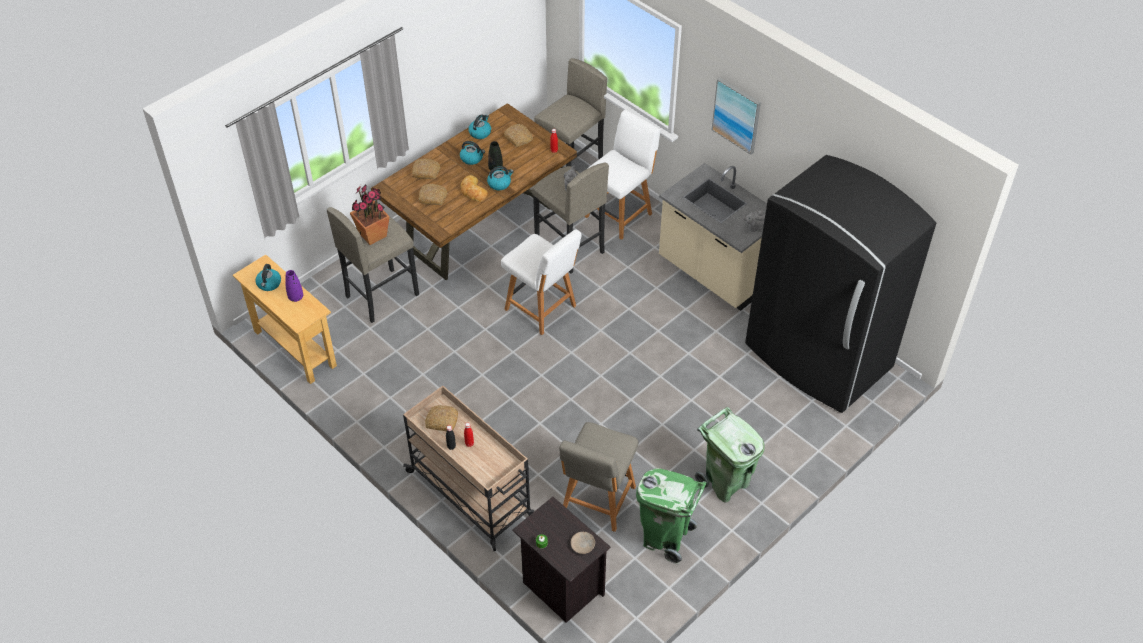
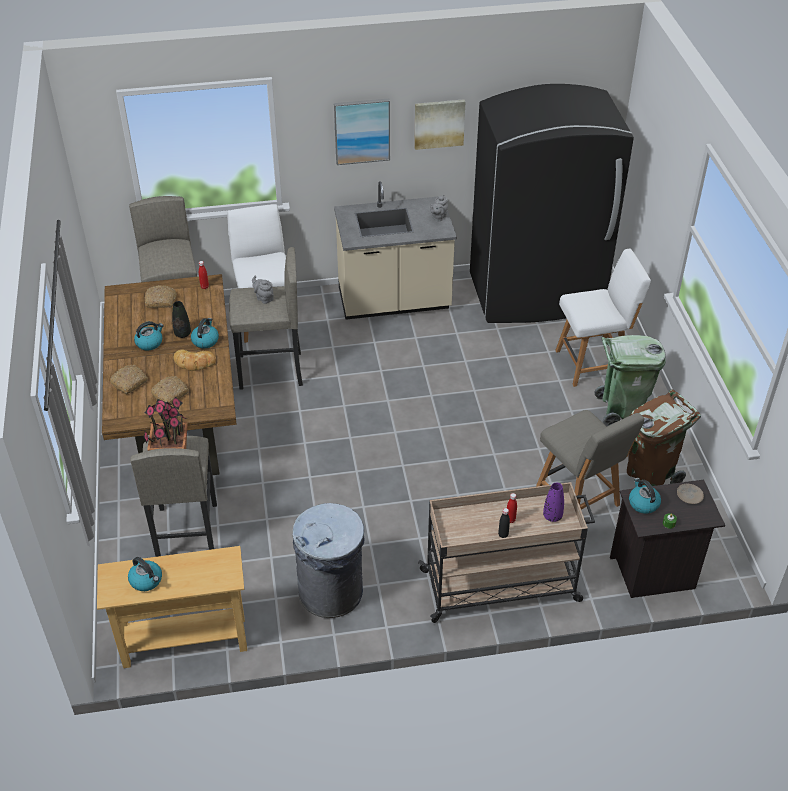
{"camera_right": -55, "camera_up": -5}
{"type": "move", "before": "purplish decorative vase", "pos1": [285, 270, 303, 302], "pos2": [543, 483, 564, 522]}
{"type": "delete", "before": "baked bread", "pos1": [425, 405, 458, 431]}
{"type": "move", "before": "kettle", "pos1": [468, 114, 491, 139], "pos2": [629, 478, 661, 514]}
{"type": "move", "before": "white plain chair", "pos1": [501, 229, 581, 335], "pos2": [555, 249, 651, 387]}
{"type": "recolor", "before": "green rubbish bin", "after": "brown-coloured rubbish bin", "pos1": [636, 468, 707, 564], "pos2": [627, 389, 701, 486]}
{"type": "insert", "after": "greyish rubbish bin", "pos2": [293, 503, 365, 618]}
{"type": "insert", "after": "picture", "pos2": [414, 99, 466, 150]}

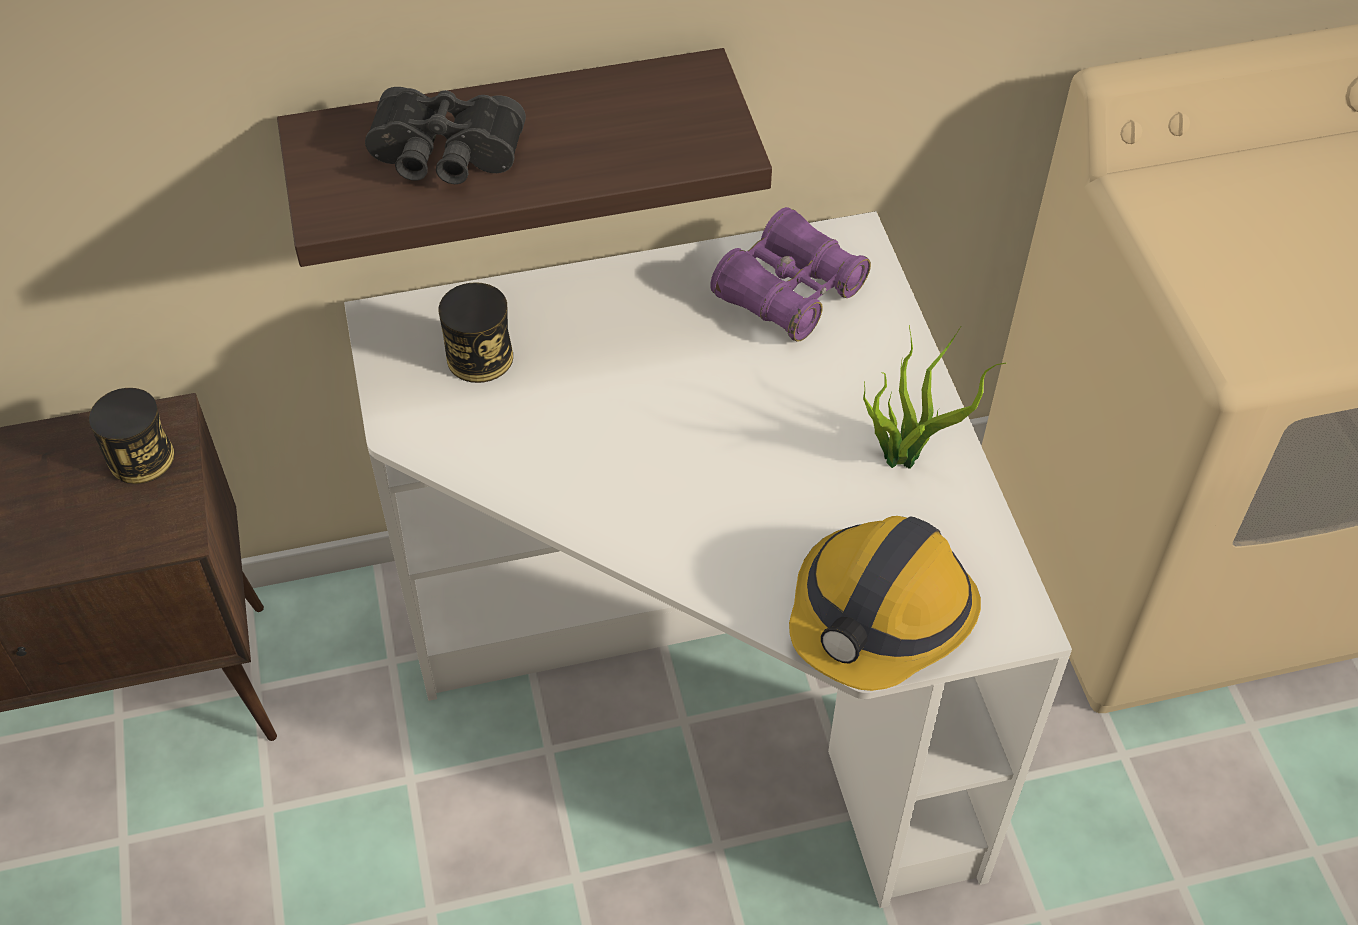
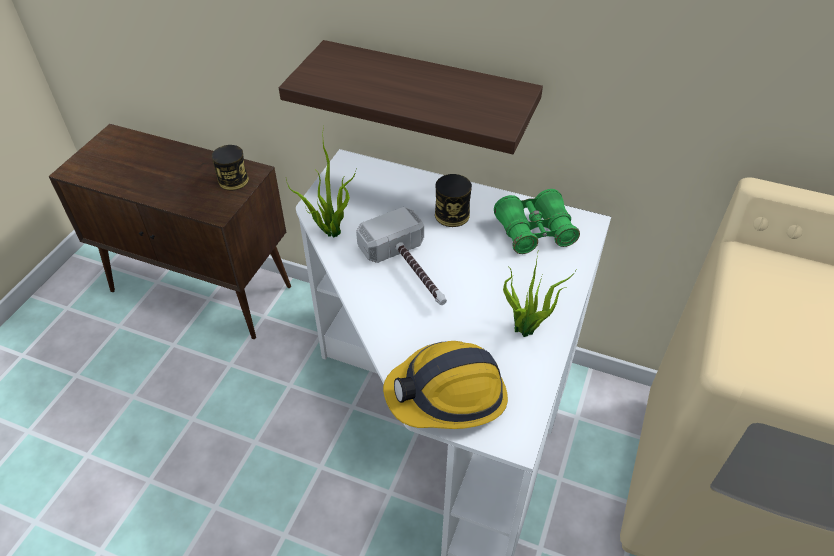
{"camera_right": 35, "camera_up": -5}
{"type": "delete", "before": "blackish binoculars", "pos1": [365, 87, 526, 184]}
{"type": "move", "before": "can", "pos1": [439, 282, 513, 383], "pos2": [435, 174, 472, 227]}
{"type": "recolor", "before": "purplish binoculars", "after": "green binoculars", "pos1": [710, 207, 871, 341], "pos2": [494, 189, 580, 254]}
{"type": "insert", "after": "potted plant", "pos2": [286, 125, 356, 238]}
{"type": "insert", "after": "hand hammer", "pos2": [356, 207, 447, 305]}

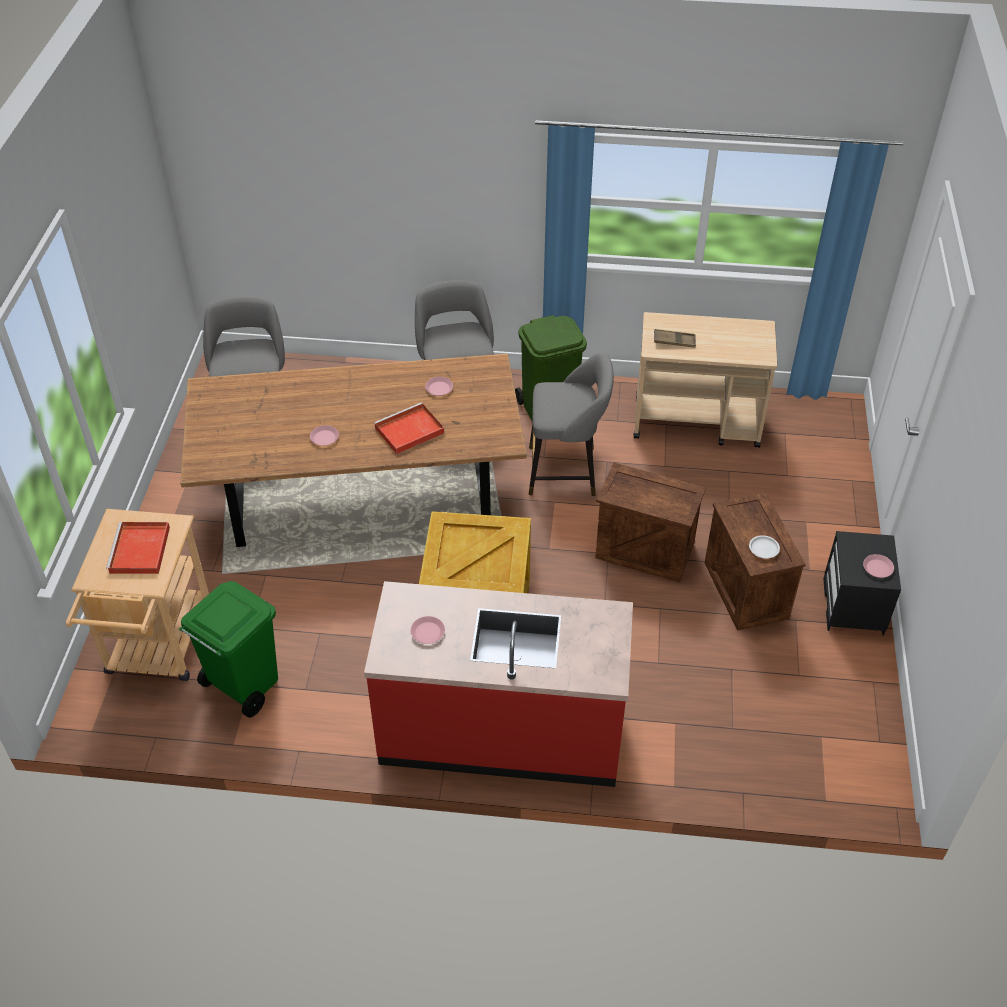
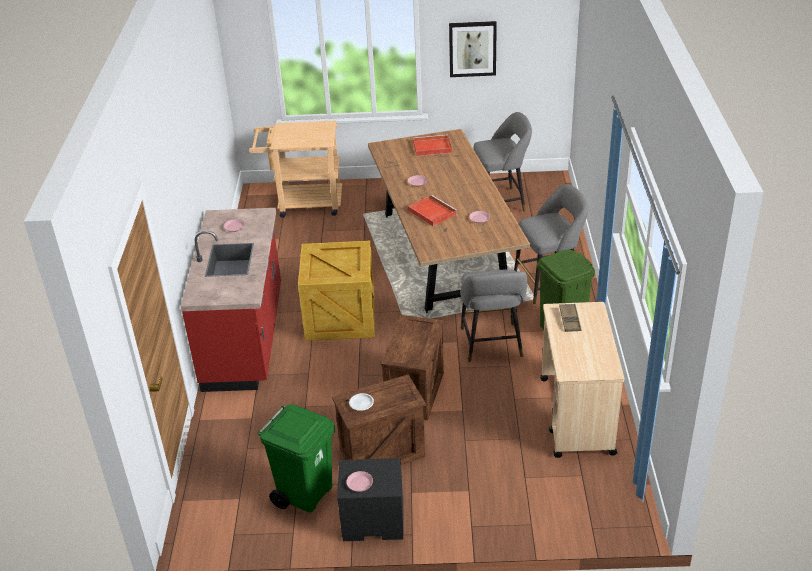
{"camera_right": 85, "camera_up": -10}
{"type": "move", "before": "red-coloured serving tray", "pos1": [106, 522, 170, 574], "pos2": [413, 134, 452, 156]}
{"type": "move", "before": "green rubbish bin", "pos1": [179, 581, 278, 718], "pos2": [258, 404, 335, 513]}
{"type": "insert", "after": "picture", "pos2": [449, 21, 497, 77]}

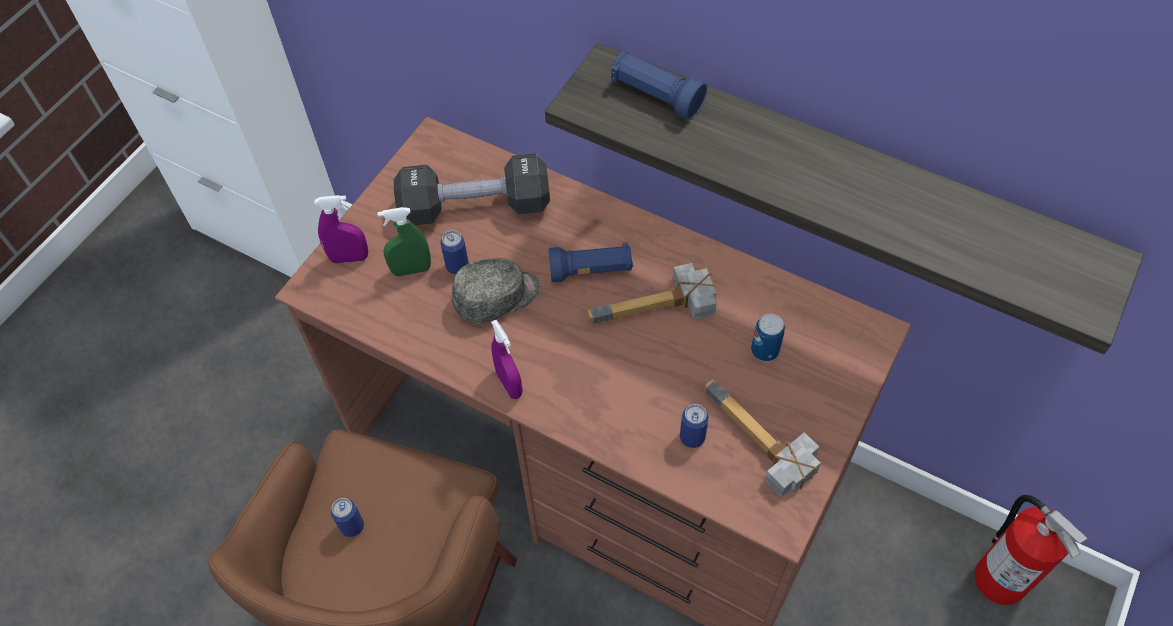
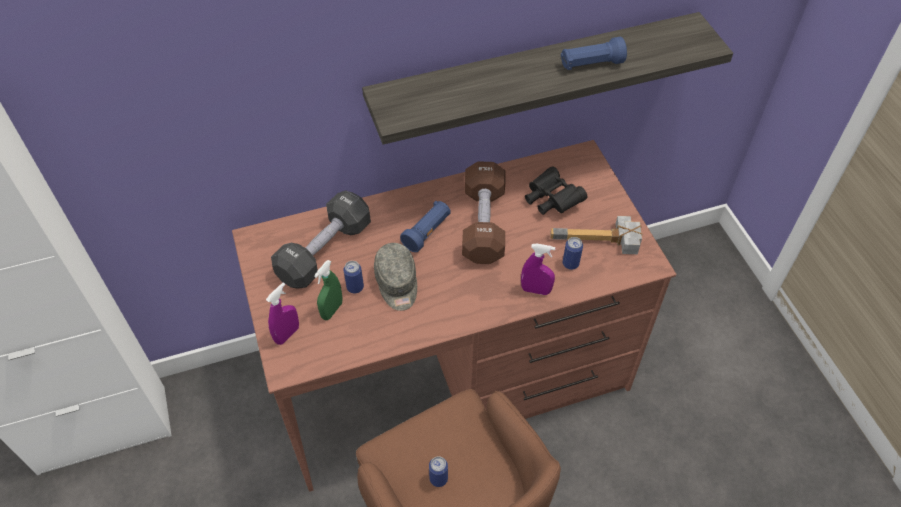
{"camera_right": -50, "camera_up": -5}
{"type": "rotate", "before": "greyish baseball cap", "pos1": [452, 258, 540, 323], "pos2": [374, 243, 417, 311], "turn": 150}
{"type": "move", "before": "purplish hand sprayer", "pos1": [491, 320, 523, 399], "pos2": [521, 244, 555, 295]}
{"type": "replace", "before": "hand hammer", "after": "brown-coloured free weight", "pos1": [587, 263, 717, 324], "pos2": [462, 161, 505, 264]}
{"type": "move", "before": "bluish torch", "pos1": [611, 51, 707, 120], "pos2": [561, 37, 627, 70]}
{"type": "replace", "before": "can", "after": "blackish binoculars", "pos1": [751, 313, 785, 362], "pos2": [525, 166, 587, 215]}
{"type": "delete", "before": "fire extinguisher", "pos1": [975, 495, 1087, 605]}

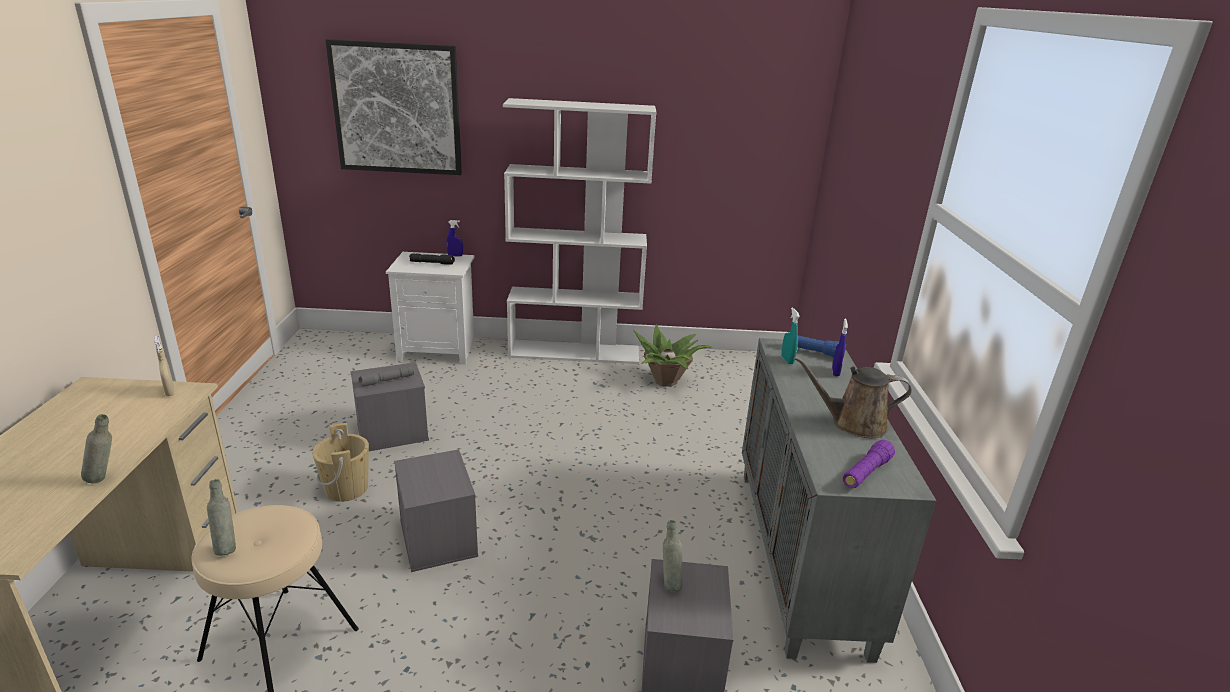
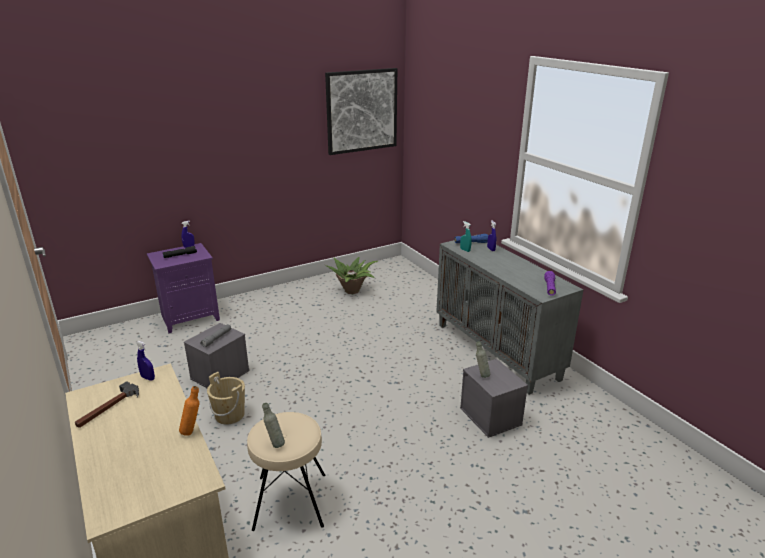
{"camera_right": -30, "camera_up": 0}
{"type": "recolor", "before": "greyish bottle", "after": "orange bottle", "pos1": [81, 414, 112, 483], "pos2": [179, 386, 199, 436]}
{"type": "recolor", "before": "beige hand sprayer", "after": "bluish hand sprayer", "pos1": [154, 336, 174, 396], "pos2": [136, 341, 155, 381]}
{"type": "move", "before": "picture", "pos1": [325, 39, 462, 175], "pos2": [325, 68, 397, 155]}
{"type": "recolor", "before": "white night table", "after": "purplish night table", "pos1": [386, 252, 474, 364], "pos2": [147, 243, 220, 333]}
{"type": "delete", "before": "greyish storage container", "pos1": [394, 449, 478, 572]}
{"type": "delete", "before": "white shelving unit", "pos1": [503, 98, 657, 364]}
{"type": "delete", "before": "brown-coloured sprinkling can", "pos1": [794, 356, 912, 438]}
{"type": "insert", "after": "hand hammer", "pos2": [75, 381, 139, 428]}

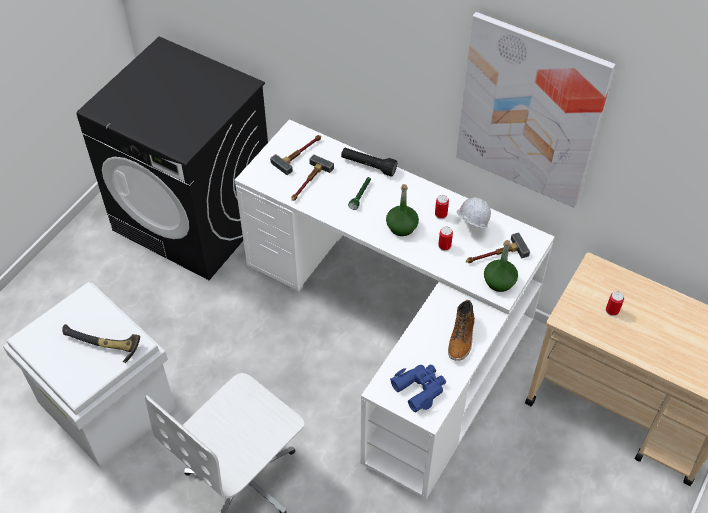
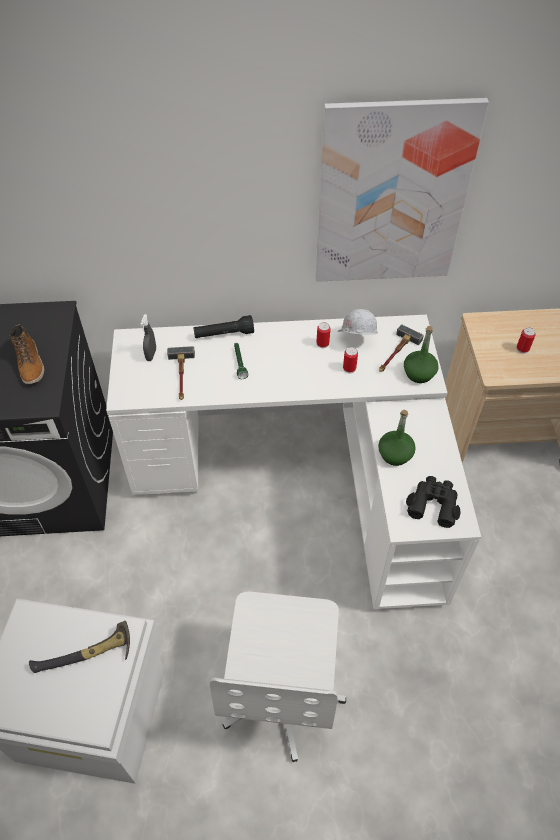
{"camera_right": -35, "camera_up": 0}
{"type": "replace", "before": "hand hammer", "after": "greyish hand sprayer", "pos1": [270, 135, 321, 175], "pos2": [140, 314, 156, 361]}
{"type": "move", "before": "green bottle", "pos1": [386, 184, 419, 236], "pos2": [378, 410, 416, 466]}
{"type": "recolor", "before": "bluish binoculars", "after": "blackish binoculars", "pos1": [390, 364, 446, 412], "pos2": [406, 476, 460, 528]}
{"type": "move", "before": "boot", "pos1": [448, 300, 475, 361], "pos2": [9, 324, 44, 384]}

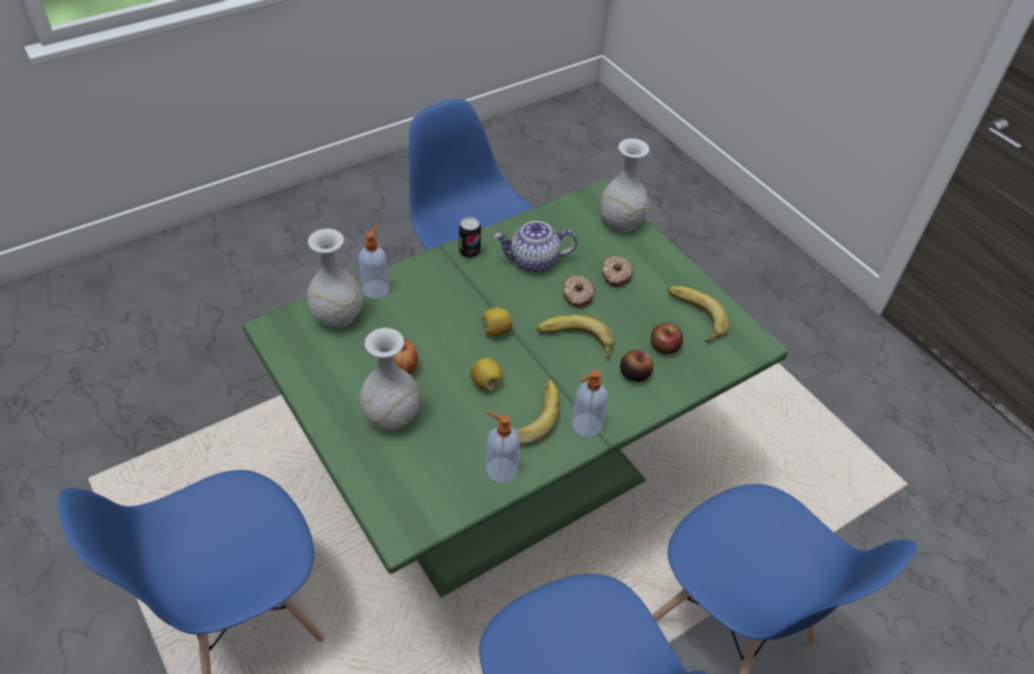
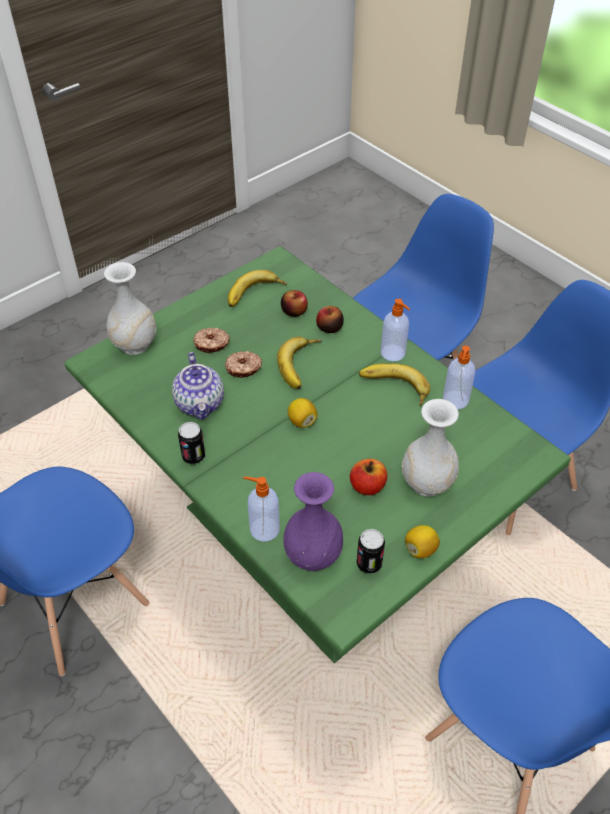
{"camera_right": -95, "camera_up": 0}
{"type": "recolor", "before": "white decorative vase", "after": "purplish decorative vase", "pos1": [307, 229, 362, 329], "pos2": [283, 472, 343, 571]}
{"type": "move", "before": "whole lemon", "pos1": [470, 358, 502, 391], "pos2": [405, 525, 440, 558]}
{"type": "insert", "after": "can", "pos2": [357, 529, 385, 574]}

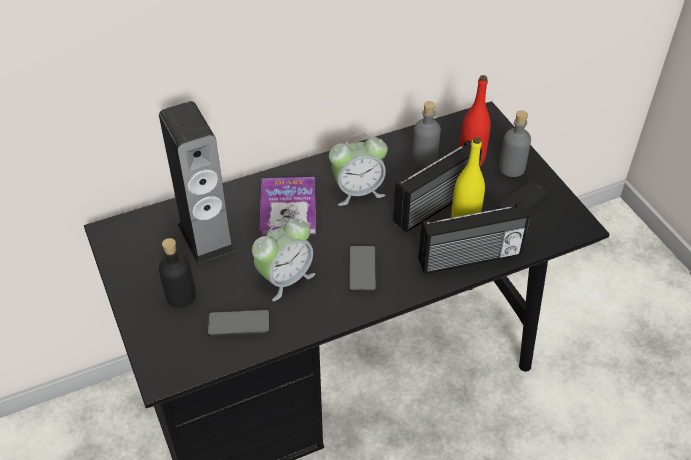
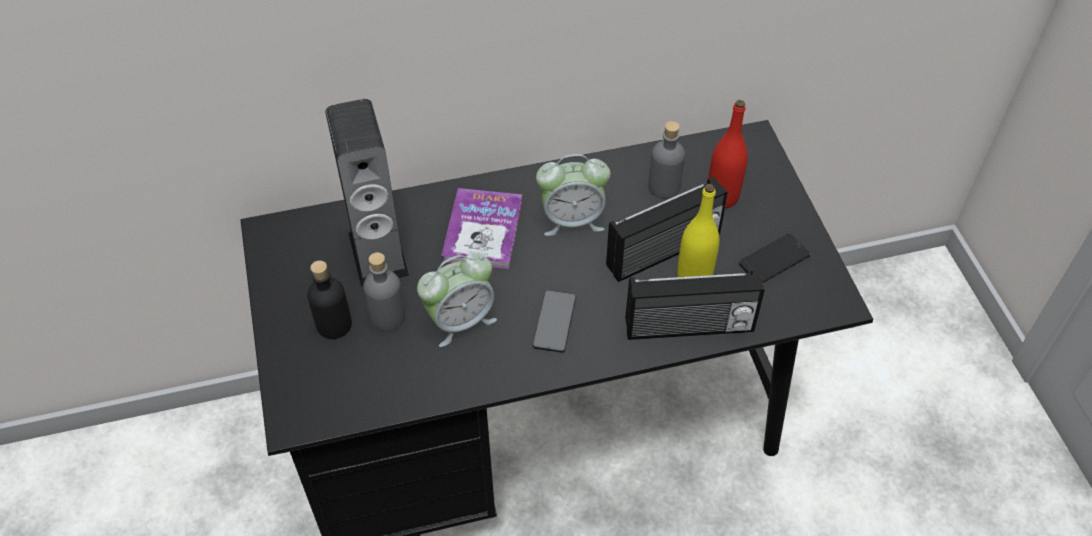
{"camera_right": 10, "camera_up": 5}
{"type": "delete", "before": "phone", "pos1": [207, 310, 270, 336]}
{"type": "move", "before": "greyish bottle", "pos1": [499, 111, 531, 177], "pos2": [363, 252, 406, 331]}

